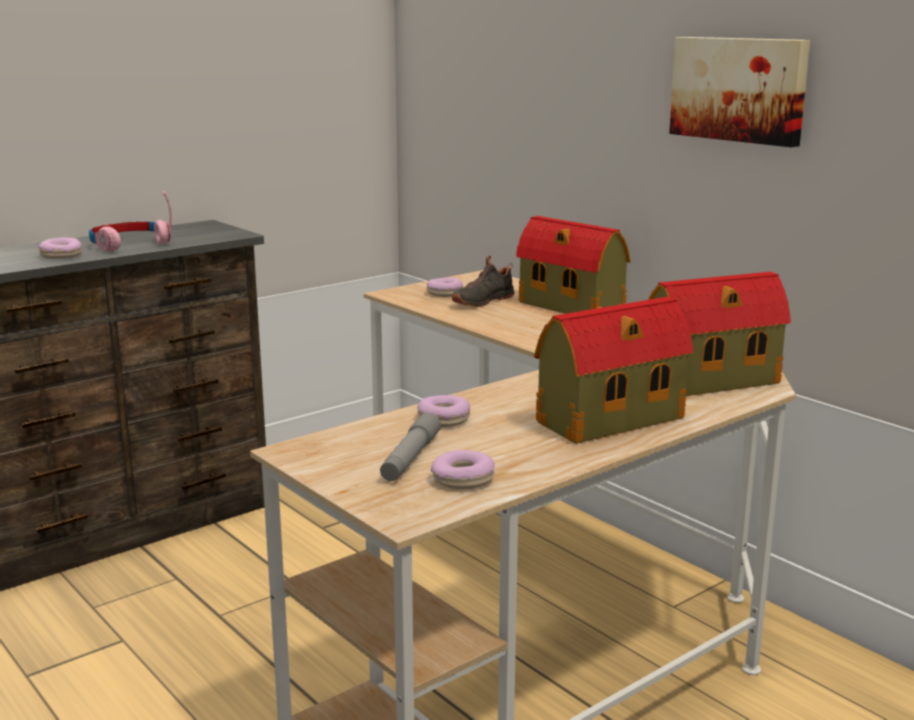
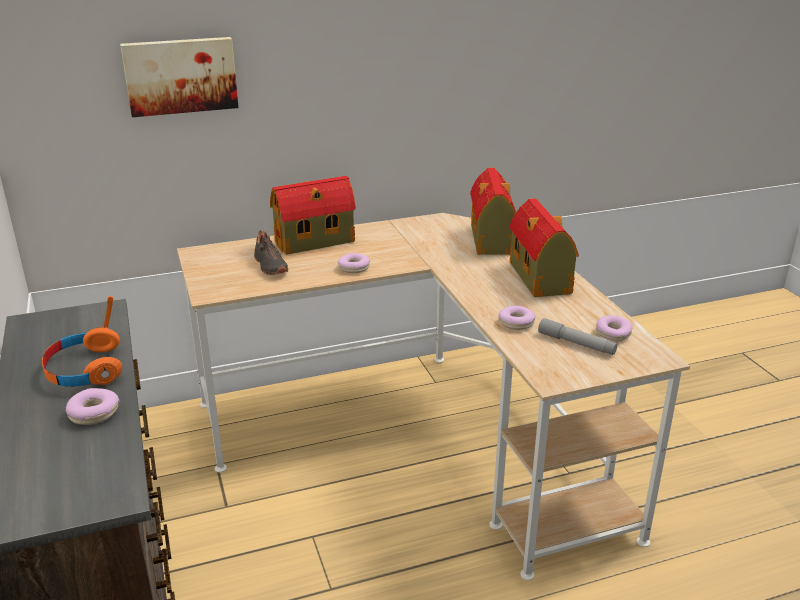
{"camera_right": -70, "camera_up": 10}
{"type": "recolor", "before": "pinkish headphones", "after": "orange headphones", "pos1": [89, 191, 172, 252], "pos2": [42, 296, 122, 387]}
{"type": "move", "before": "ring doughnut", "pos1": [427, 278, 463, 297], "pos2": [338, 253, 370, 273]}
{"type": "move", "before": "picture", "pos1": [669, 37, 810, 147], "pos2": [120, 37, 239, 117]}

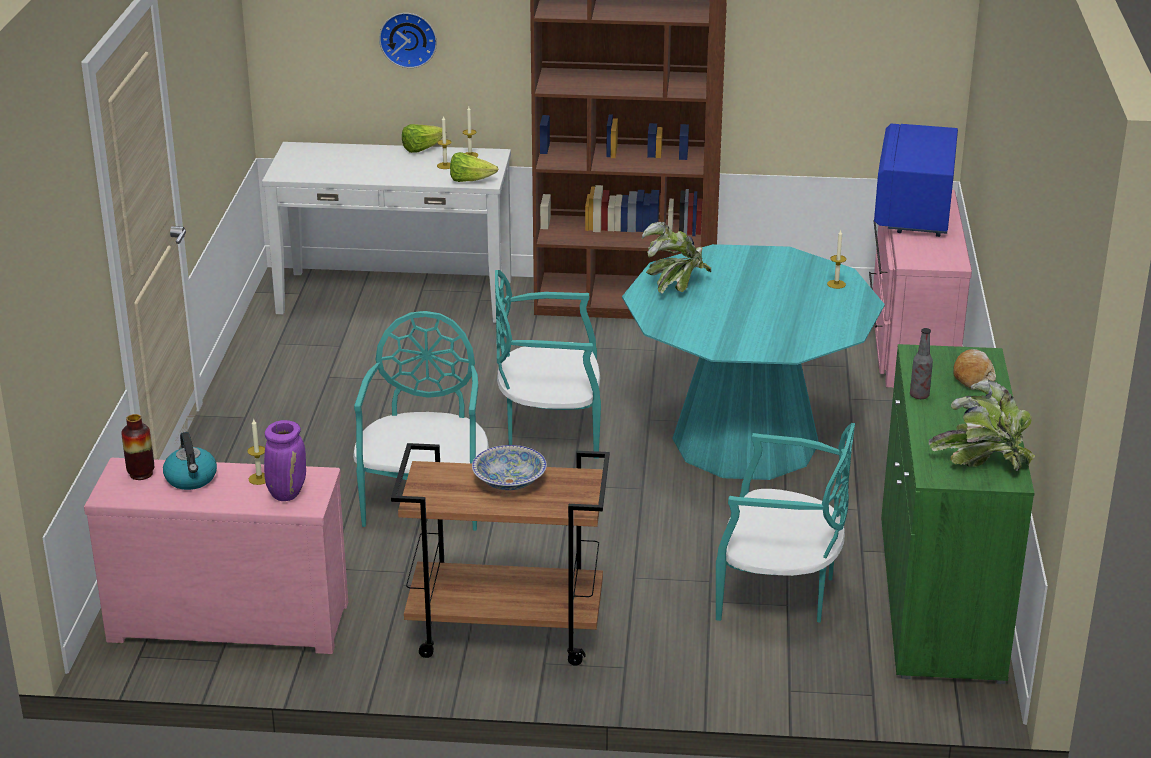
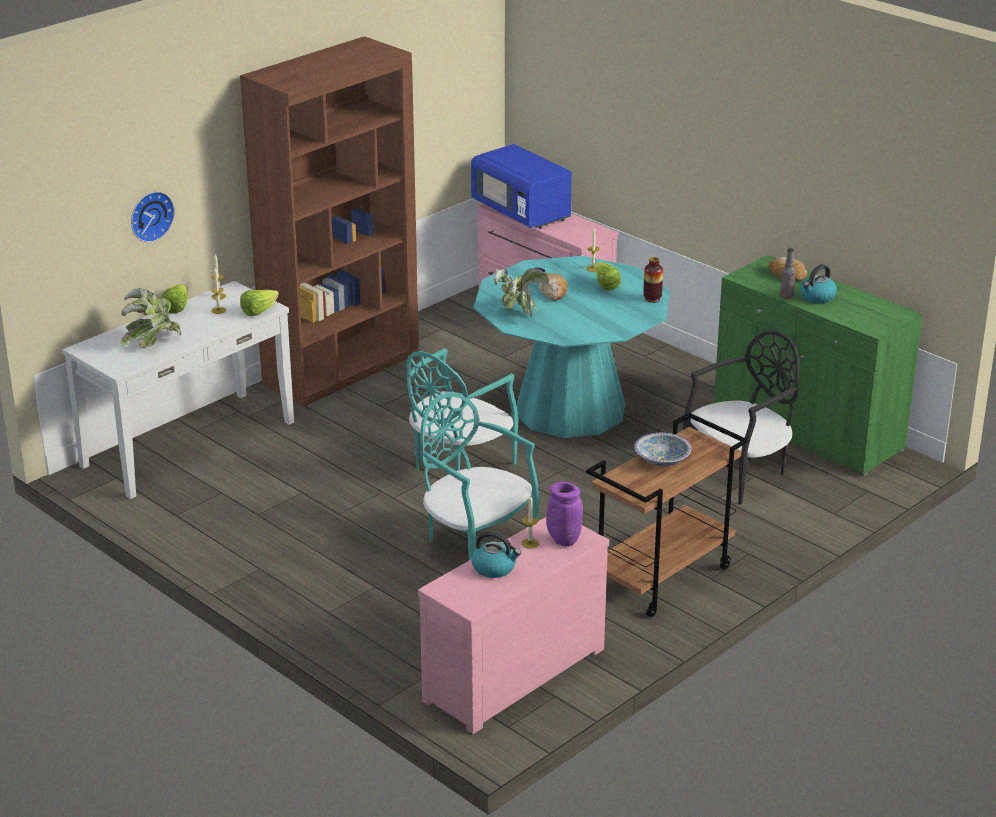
{"camera_right": -50, "camera_up": 0}
{"type": "move", "before": "decorative vase", "pos1": [121, 414, 154, 480], "pos2": [643, 257, 663, 303]}
{"type": "recolor", "before": "blue-green plain chair", "after": "blackish plain chair", "pos1": [716, 423, 855, 623], "pos2": [683, 330, 800, 504]}
{"type": "move", "before": "potted plant", "pos1": [929, 379, 1035, 471], "pos2": [120, 288, 181, 348]}
{"type": "insert", "after": "baked bread", "pos2": [539, 274, 568, 301]}
{"type": "insert", "after": "head of lettuce", "pos2": [592, 262, 621, 291]}
{"type": "insert", "after": "kettle", "pos2": [800, 264, 837, 303]}

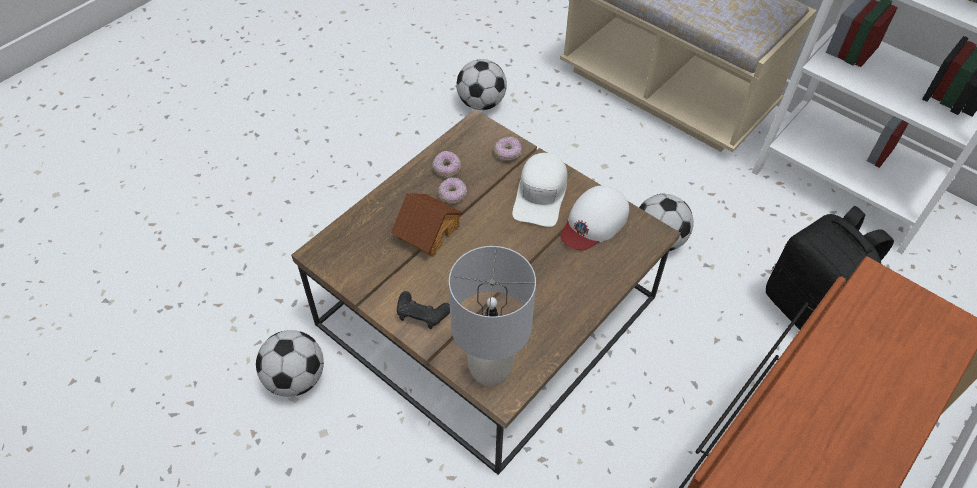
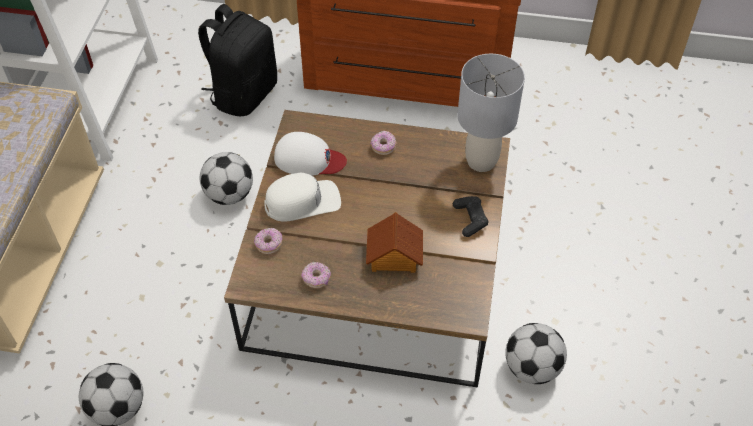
{"camera_right": -120, "camera_up": 0}
{"type": "move", "before": "ring doughnut", "pos1": [438, 177, 467, 203], "pos2": [371, 131, 396, 155]}

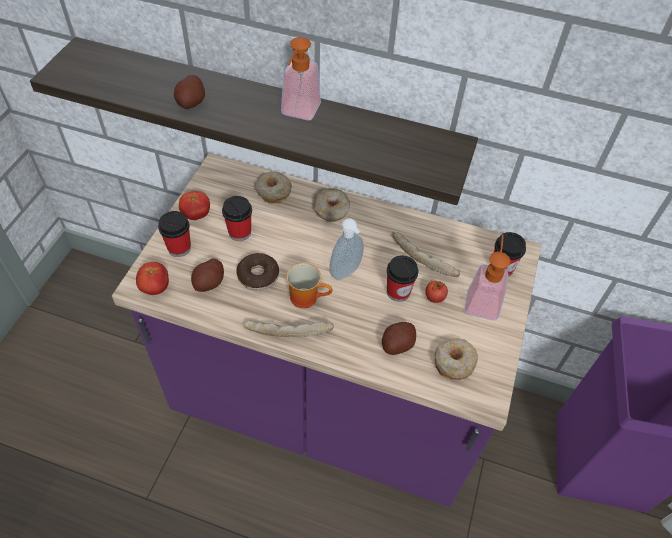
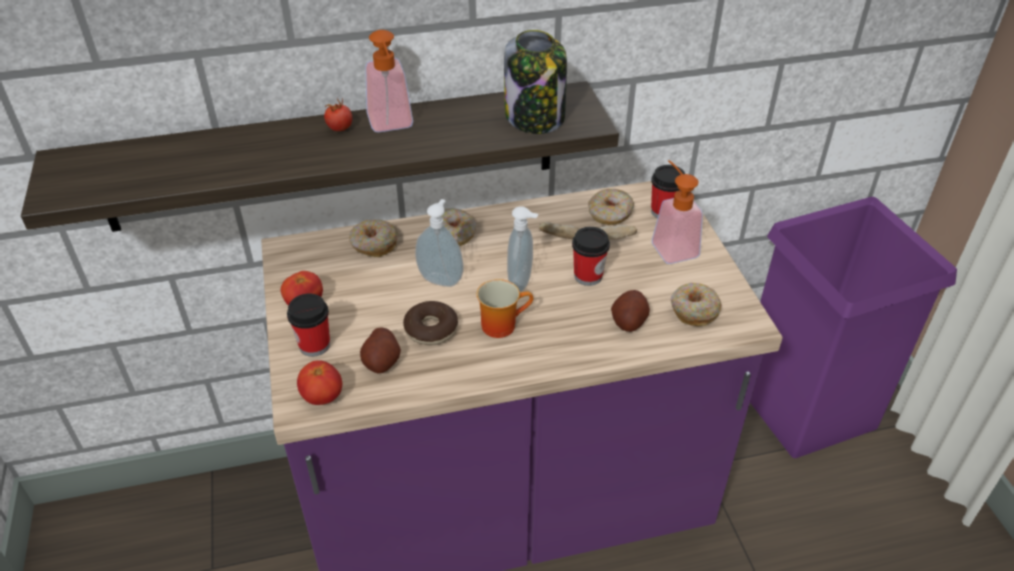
{"camera_right": -30, "camera_up": -10}
{"type": "delete", "before": "potato", "pos1": [174, 75, 205, 109]}
{"type": "delete", "before": "small cup", "pos1": [222, 196, 252, 241]}
{"type": "delete", "before": "baked bread", "pos1": [243, 320, 334, 337]}
{"type": "move", "before": "whole tomato", "pos1": [425, 280, 448, 303], "pos2": [324, 98, 352, 131]}
{"type": "insert", "after": "soap bottle", "pos2": [415, 199, 464, 287]}
{"type": "insert", "after": "preserve jar", "pos2": [504, 30, 567, 134]}
{"type": "insert", "after": "ring doughnut", "pos2": [588, 189, 634, 225]}

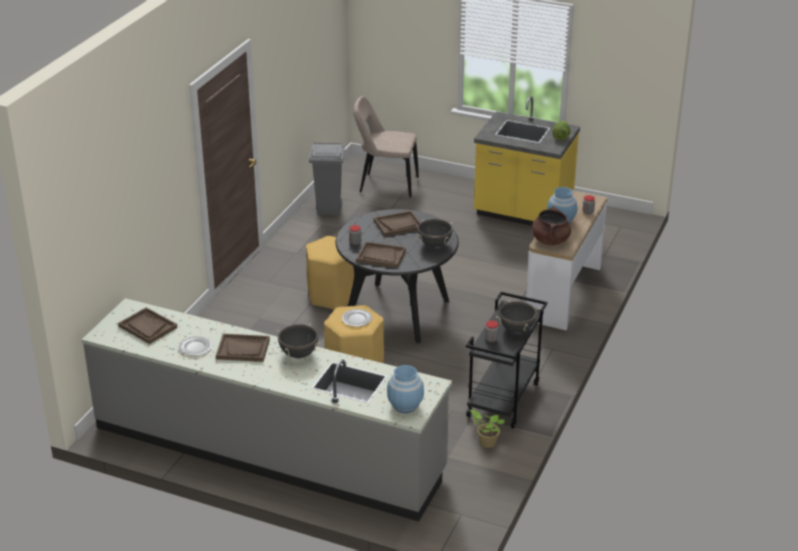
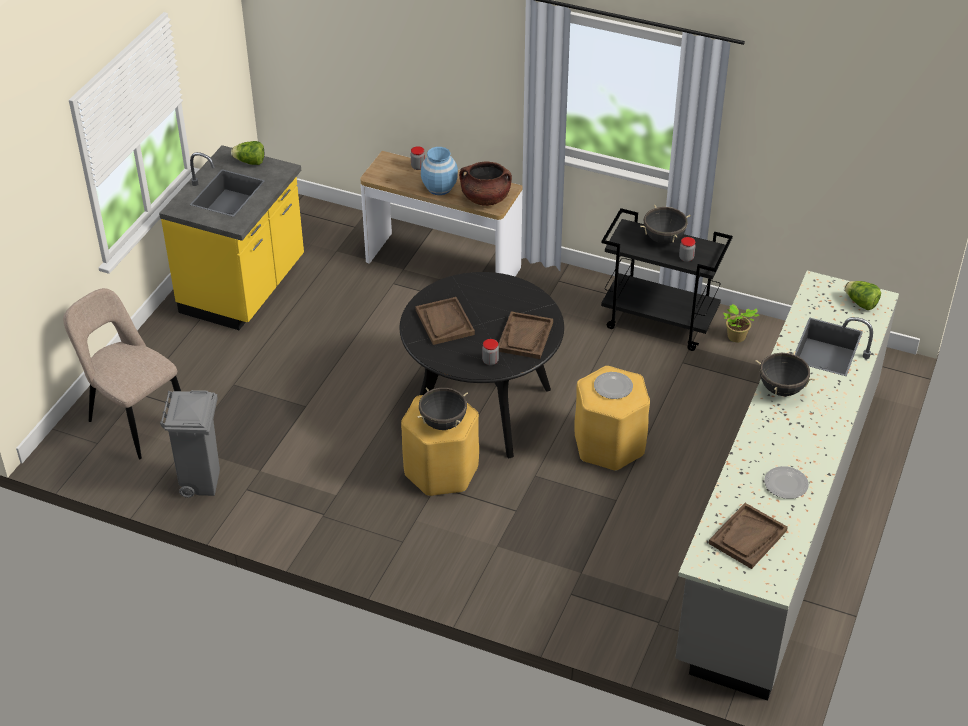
{"camera_right": -90, "camera_up": 10}
{"type": "delete", "before": "brown-coloured serving tray", "pos1": [216, 334, 270, 362]}
{"type": "rotate", "before": "beige plain chair", "pos1": [353, 96, 419, 198], "pos2": [63, 288, 181, 459], "turn": 120}
{"type": "replace", "before": "bluish decorative vase", "after": "head of lettuce", "pos1": [387, 365, 424, 413], "pos2": [844, 281, 881, 310]}
{"type": "move", "before": "blackish cooking pot", "pos1": [417, 219, 453, 247], "pos2": [418, 388, 468, 430]}

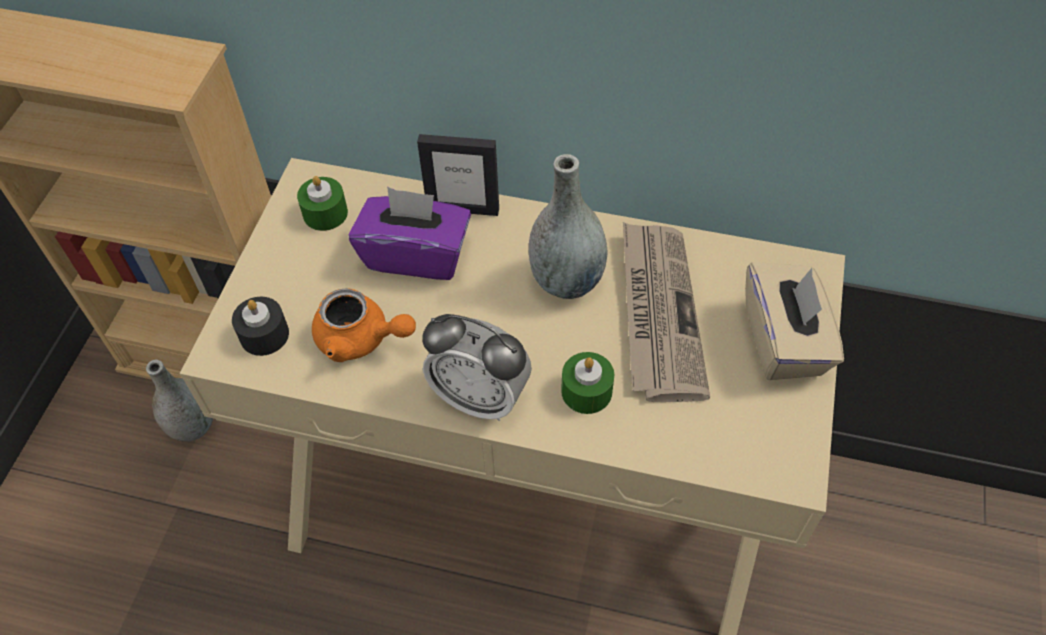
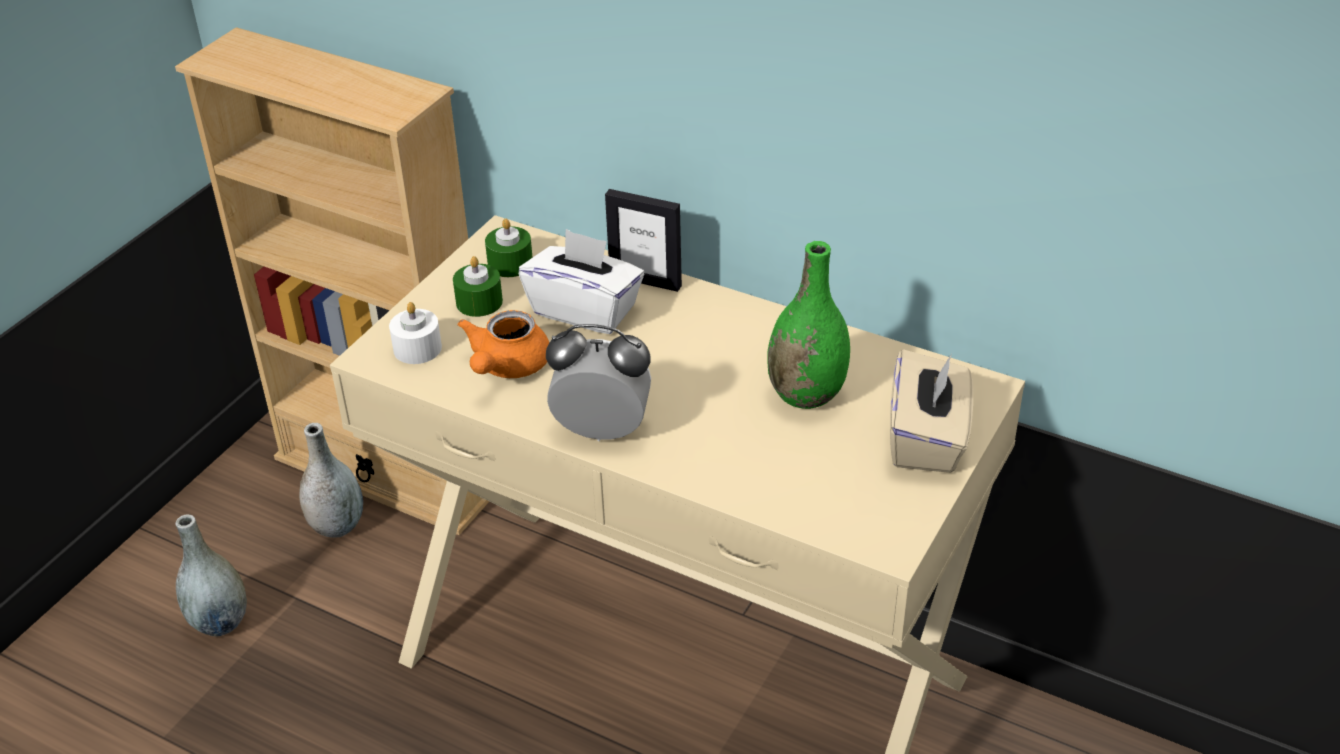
{"camera_right": 15, "camera_up": -15}
{"type": "recolor", "before": "blackish wax candle", "after": "white wax candle", "pos1": [232, 297, 289, 356], "pos2": [389, 302, 442, 364]}
{"type": "rotate", "before": "orange teapot", "pos1": [312, 288, 416, 362], "pos2": [457, 310, 549, 378], "turn": 75}
{"type": "recolor", "before": "purplish tissue holder", "after": "white tissue holder", "pos1": [349, 187, 471, 280], "pos2": [519, 229, 645, 334]}
{"type": "rotate", "before": "bedside clock", "pos1": [422, 314, 532, 421], "pos2": [546, 324, 651, 441], "turn": 150}
{"type": "move", "before": "greyish decorative vase", "pos1": [529, 154, 608, 299], "pos2": [175, 514, 247, 636]}
{"type": "move", "before": "green wax candle", "pos1": [561, 352, 614, 414], "pos2": [453, 256, 503, 317]}
{"type": "replace", "before": "printed paper", "after": "green decorative vase", "pos1": [623, 222, 710, 402], "pos2": [767, 241, 850, 409]}

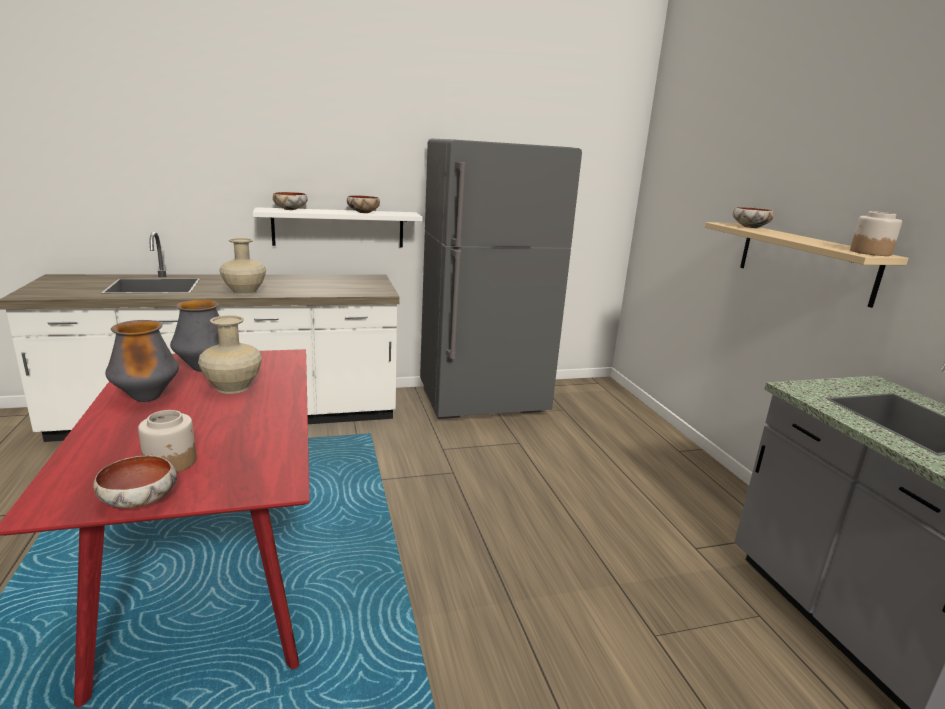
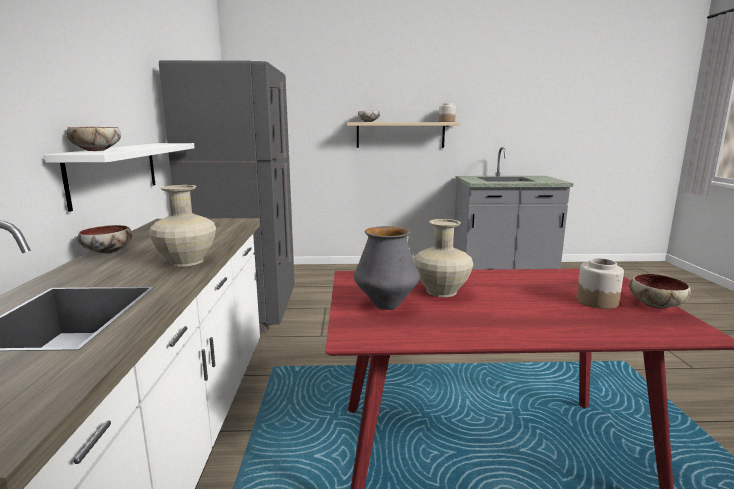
{"camera_right": -75, "camera_up": -5}
{"type": "delete", "before": "decorative vase", "pos1": [105, 320, 179, 402]}
{"type": "move", "before": "bowl", "pos1": [347, 195, 380, 213], "pos2": [78, 225, 132, 254]}

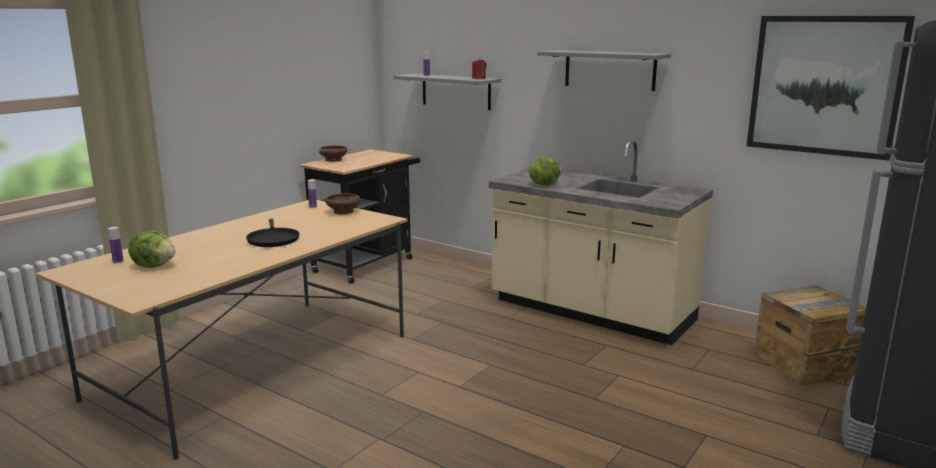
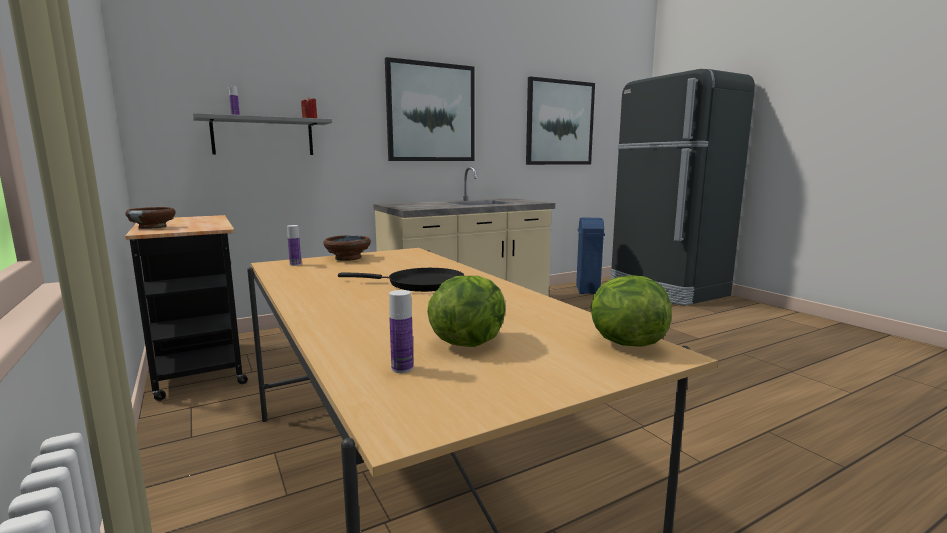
{"camera_right": -65, "camera_up": -5}
{"type": "move", "before": "head of lettuce", "pos1": [529, 158, 562, 186], "pos2": [590, 275, 672, 347]}
{"type": "replace", "before": "greyish shelf", "after": "picture", "pos1": [537, 50, 671, 91], "pos2": [385, 57, 475, 161]}
{"type": "replace", "before": "packing crate", "after": "bluish rubbish bin", "pos1": [754, 285, 866, 386], "pos2": [576, 218, 605, 294]}

